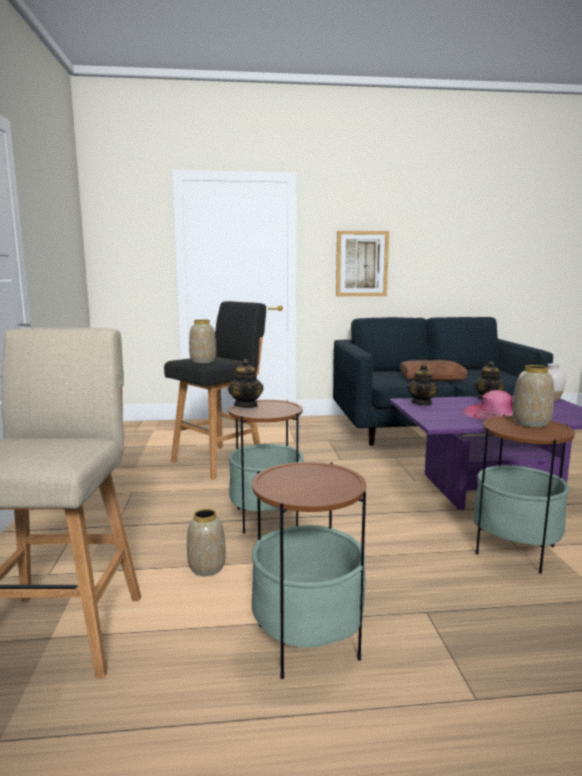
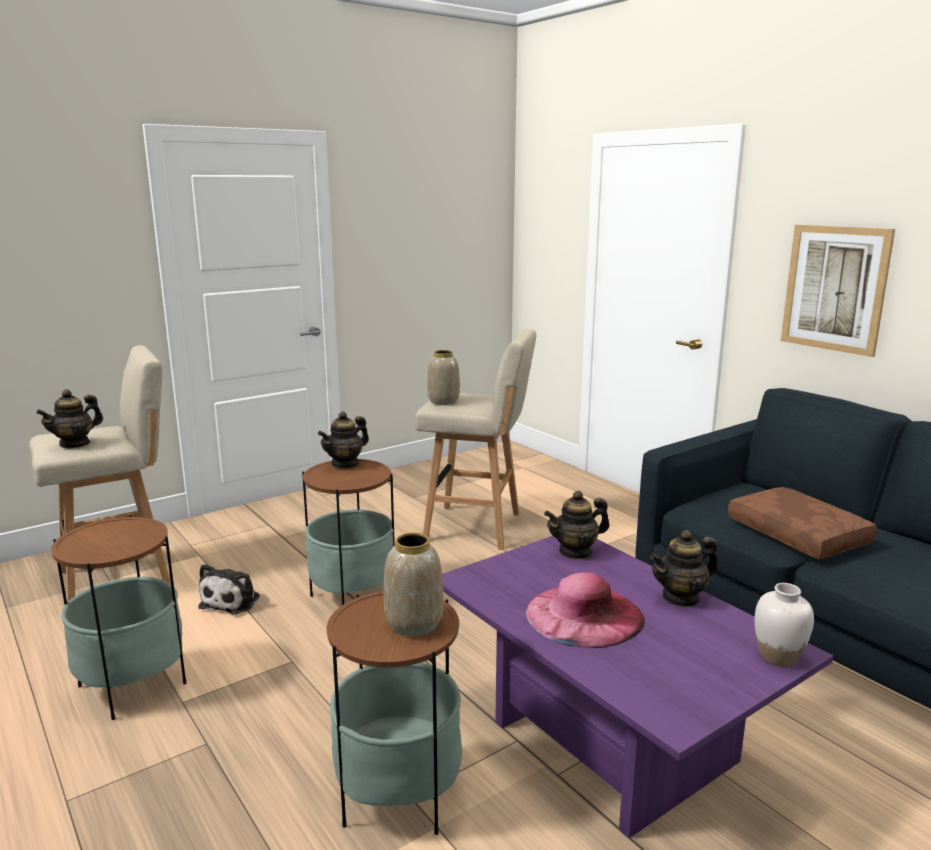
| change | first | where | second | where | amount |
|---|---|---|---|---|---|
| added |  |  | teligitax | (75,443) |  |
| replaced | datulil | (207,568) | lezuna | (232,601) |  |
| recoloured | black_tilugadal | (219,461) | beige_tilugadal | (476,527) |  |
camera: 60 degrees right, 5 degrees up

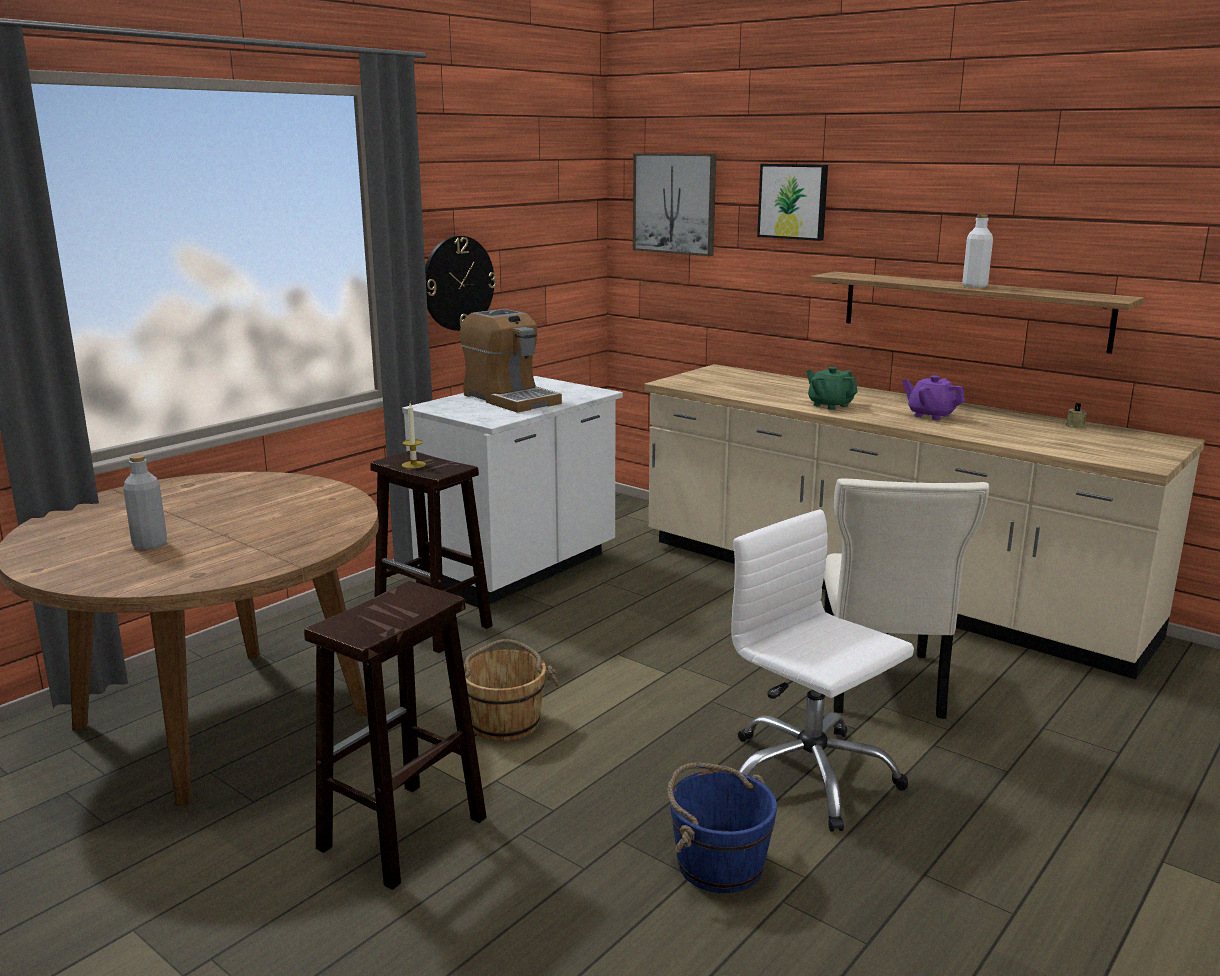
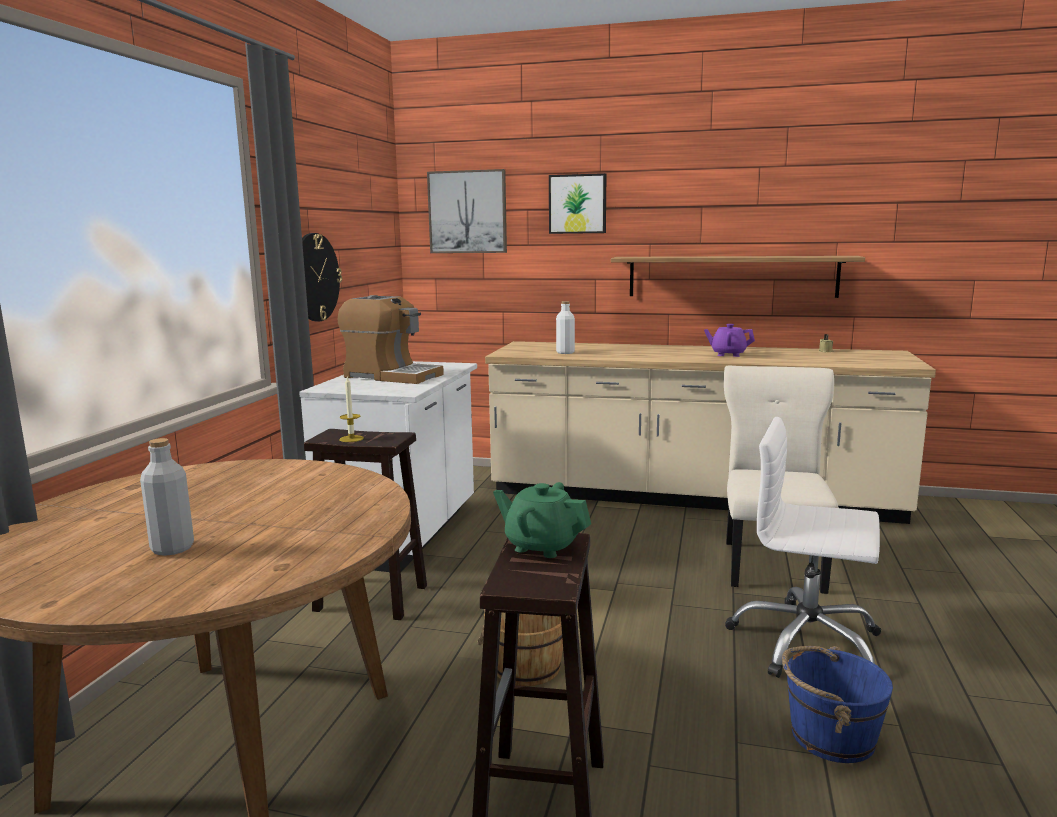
| change | first | where | second | where | amount |
|---|---|---|---|---|---|
| moved | green_teligitax | (830,405) |  | (541,546) |  |
| moved | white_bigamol | (974,286) |  | (565,352) |  |
| turned | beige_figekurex | (880,686) |  | (772,564) | 150 degrees counterclockwise |
camera: 25 degrees left, 5 degrees down

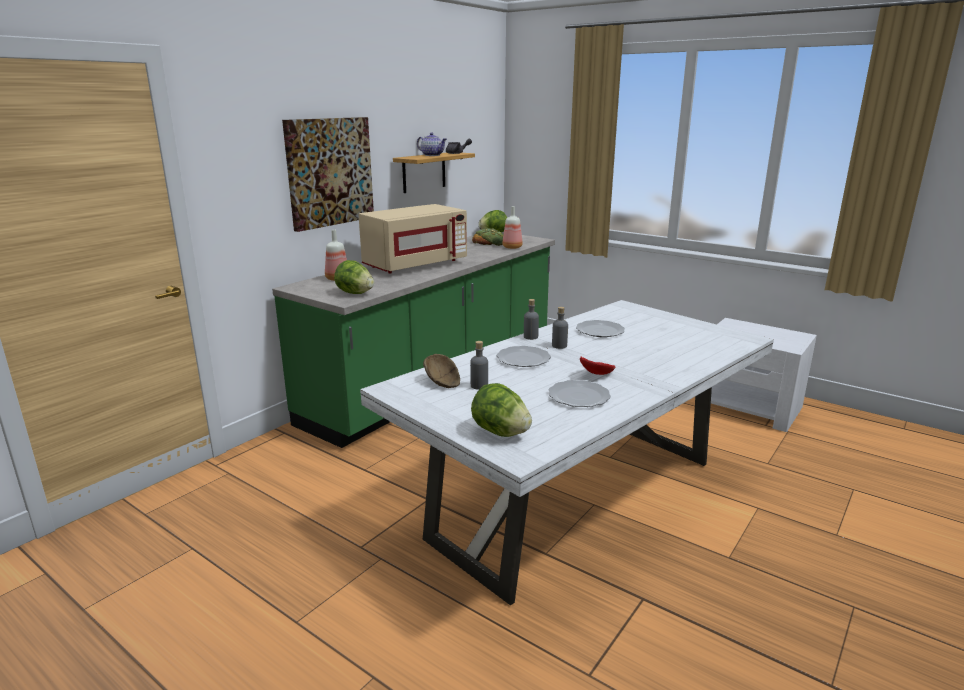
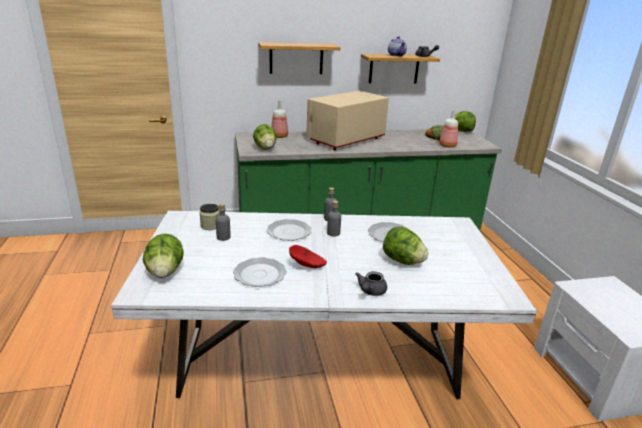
| change | first | where | second | where | amount |
|---|---|---|---|---|---|
| replaced | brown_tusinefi | (442,382) | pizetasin | (210,225) |  |
| replaced | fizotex | (329,172) | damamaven | (296,58) |  |
| turned | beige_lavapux | (415,264) |  | (346,140) | 135 degrees clockwise |
| added |  |  | grey_teligitax | (370,291) |  |
| added |  |  | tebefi | (402,261) |  |
camera: 40 degrees right, 5 degrees up

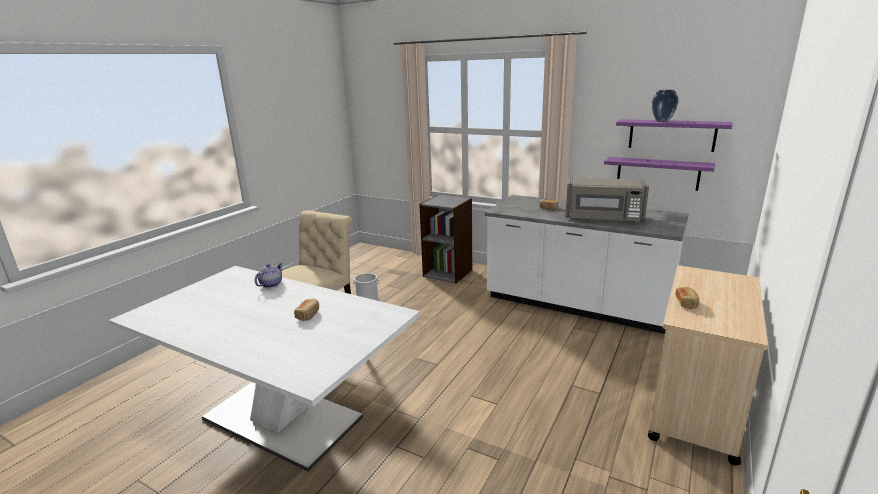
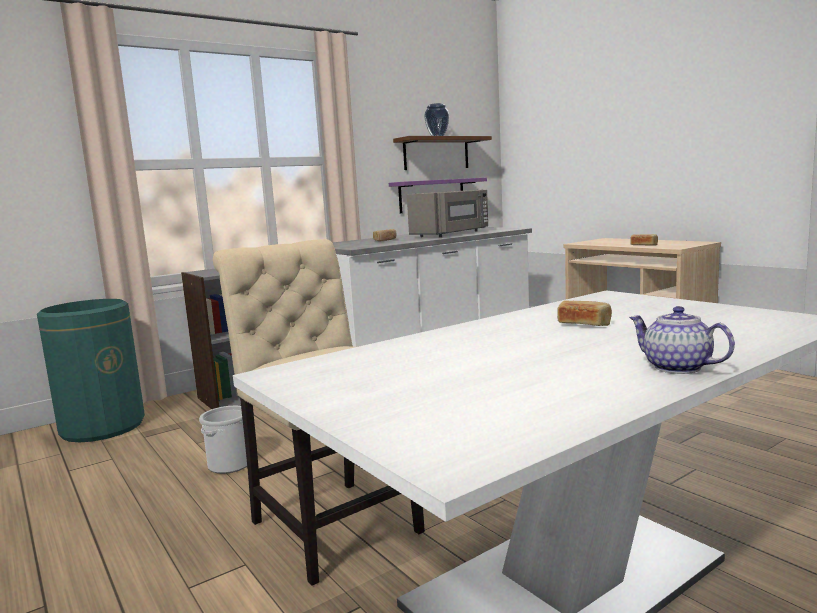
| change | first | where | second | where | amount |
|---|---|---|---|---|---|
| added |  |  | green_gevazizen | (103,427) |  |
| recoloured | purple_damamaven | (671,135) | brown_damamaven | (436,153) |  |
| moved | teligitax | (271,284) |  | (676,367) |  |
camera: 65 degrees left, 10 degrees down

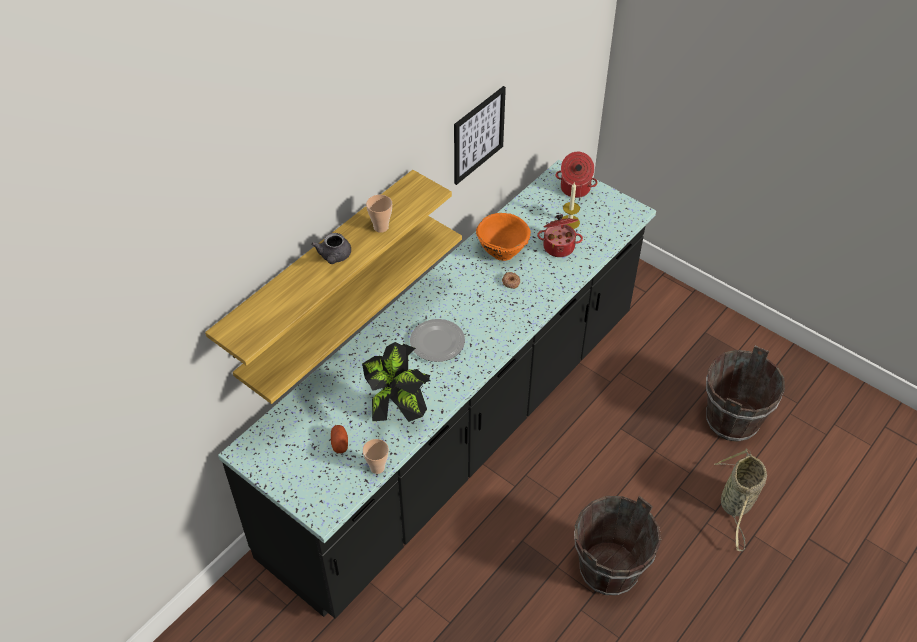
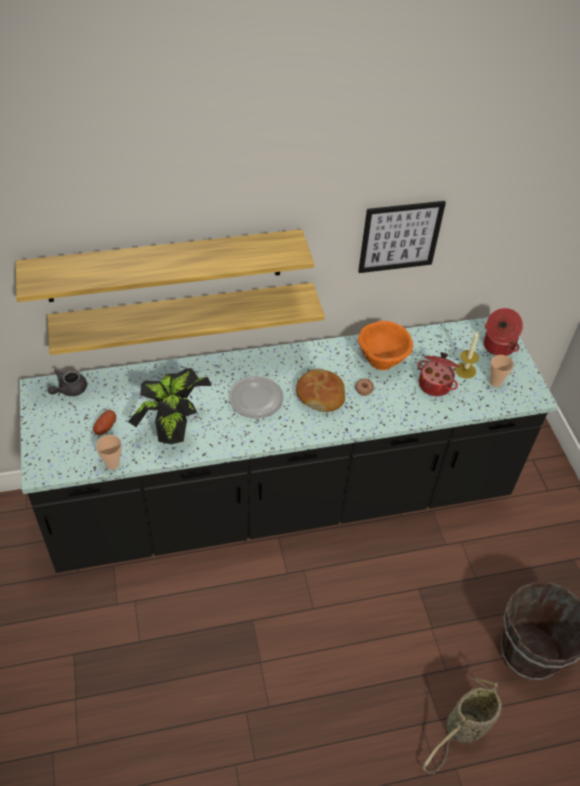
| change | first | where | second | where | amount |
|---|---|---|---|---|---|
| moved | grey_teligitax | (334,257) |  | (69,390) |  |
| added |  |  | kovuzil | (320,395) |  |
| moved | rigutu | (381,227) |  | (495,382) |  |
| removed | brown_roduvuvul | (609,570) |  |  |  |
camera: 35 degrees right, 0 degrees up

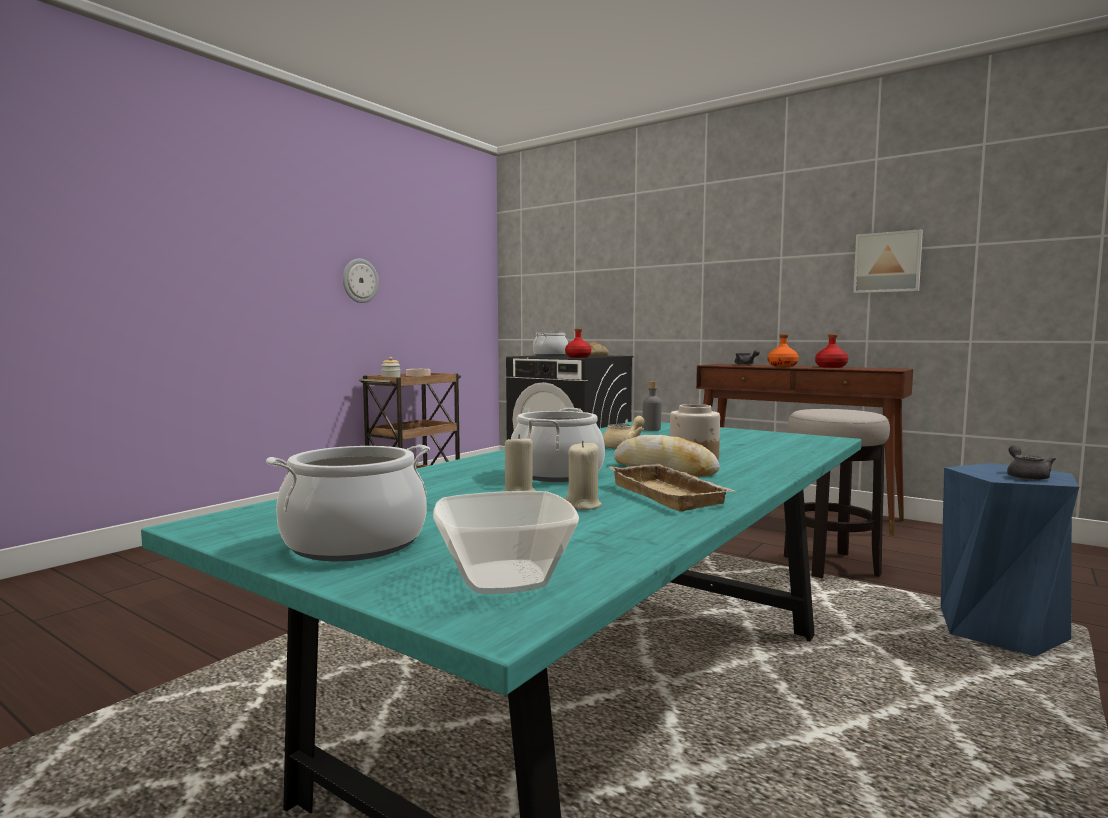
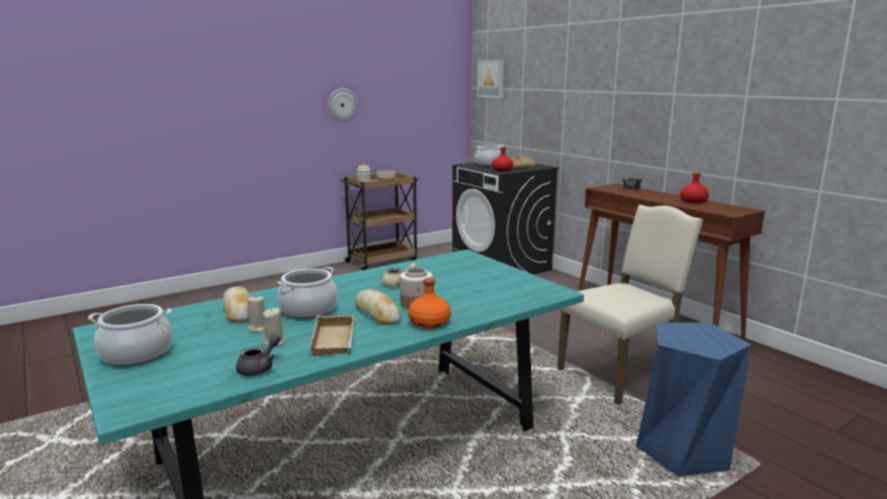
| change | first | where | second | where | amount |
|---|---|---|---|---|---|
| added |  |  | kovuzil | (238,311) |  |
| moved | grey_teligitax | (1026,476) |  | (260,368) |  |
| moved | orange_bigamol | (782,366) |  | (429,322) |  |
| moved | fizotex | (887,262) |  | (491,78) |  |
| replaced | tilugadal | (831,565) | beige_figekurex | (620,374) |  |
| removed | tusinefi | (503,579) |  |  |  |
| removed | grey_bigamol | (651,429) |  |  |  |
camera: 20 degrees right, 10 degrees up

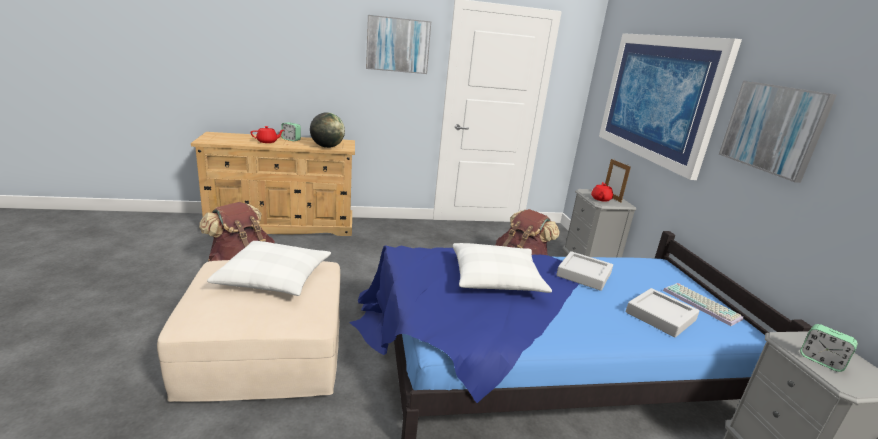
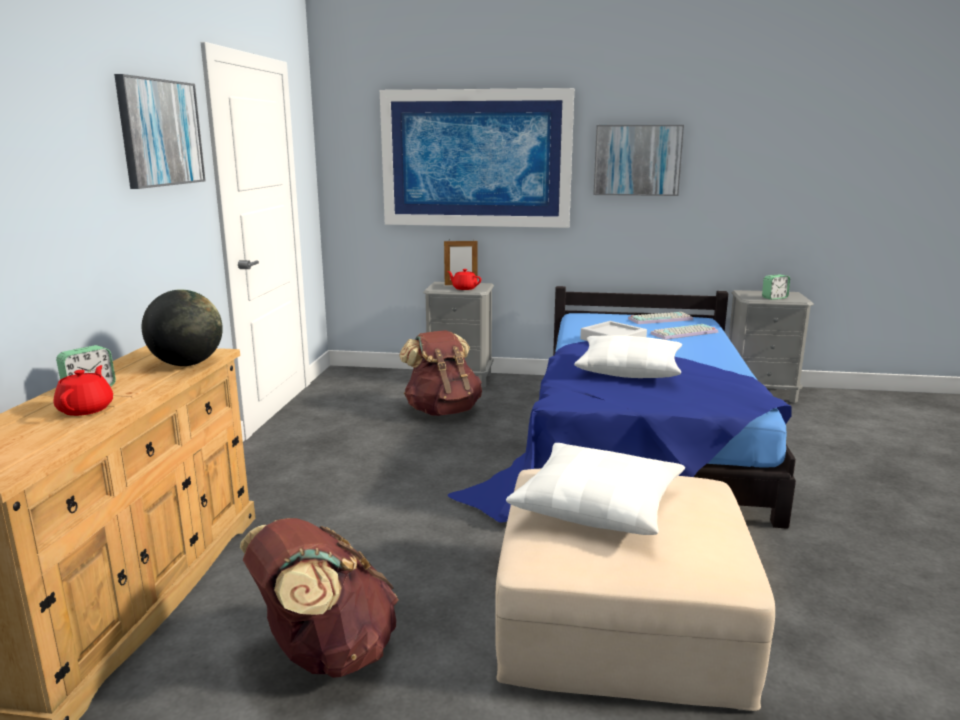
| change | first | where | second | where | amount |
|---|---|---|---|---|---|
| replaced | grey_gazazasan | (660,316) | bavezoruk | (684,333) |  |
camera: 70 degrees left, 5 degrees down

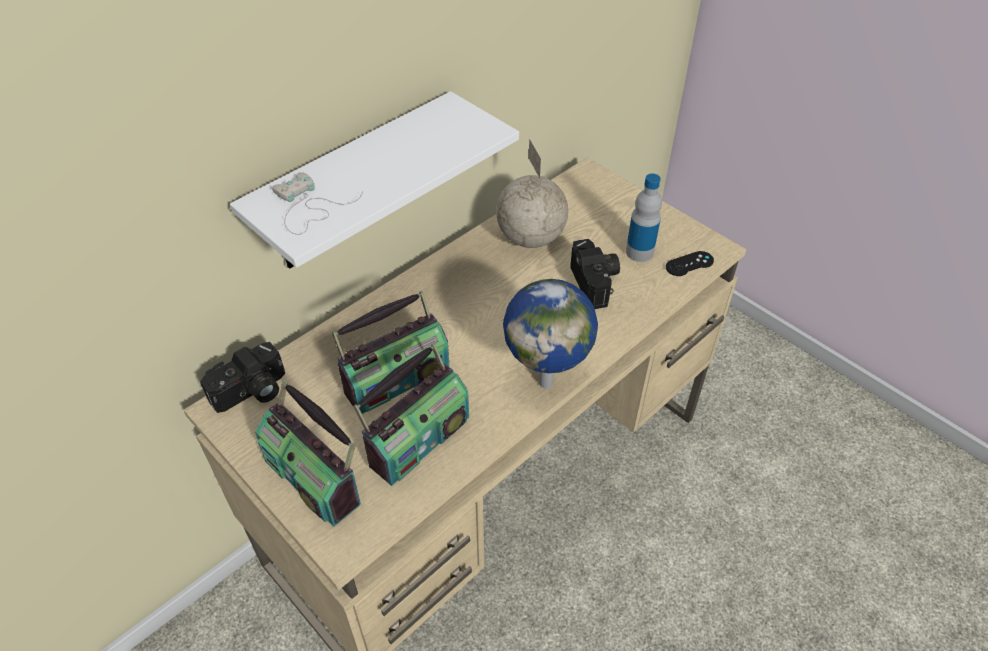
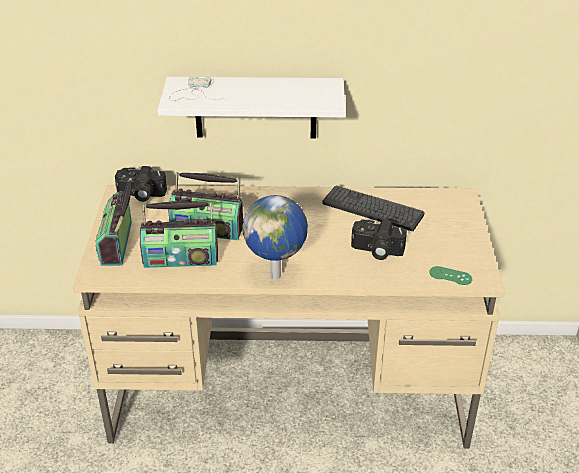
| change | first | where | second | where | amount |
|---|---|---|---|---|---|
| replaced | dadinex | (531,238) | bavezoruk | (372,209) |  |
| turned | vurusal | (596,283) |  | (376,251) | 75 degrees clockwise |
| recoloured | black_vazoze | (689,264) | green_vazoze | (450,276) |  |
| removed | bigamol | (639,252) |  |  |  |
camera: 45 degrees right, 10 degrees down

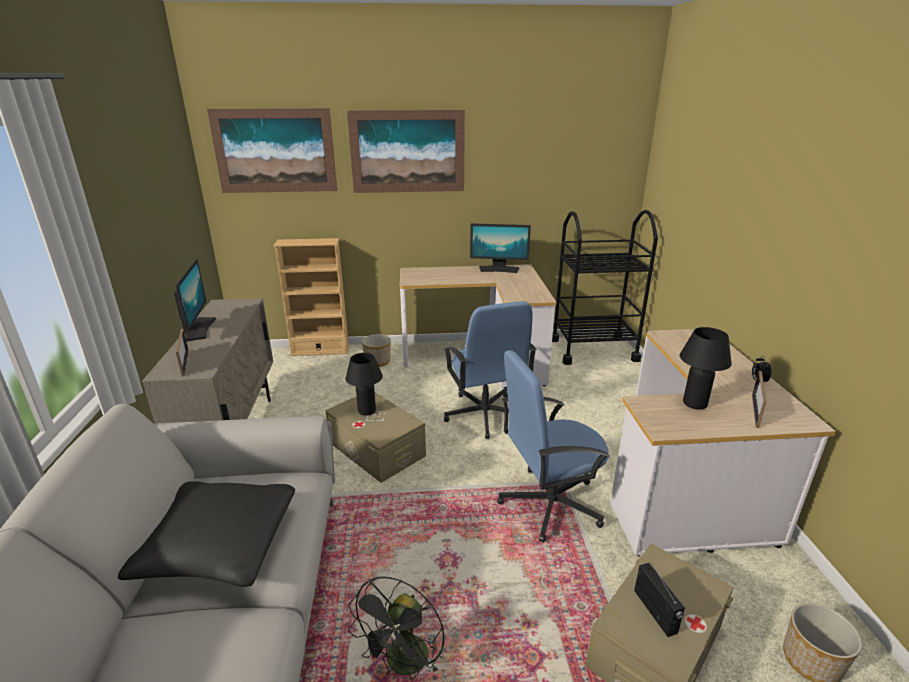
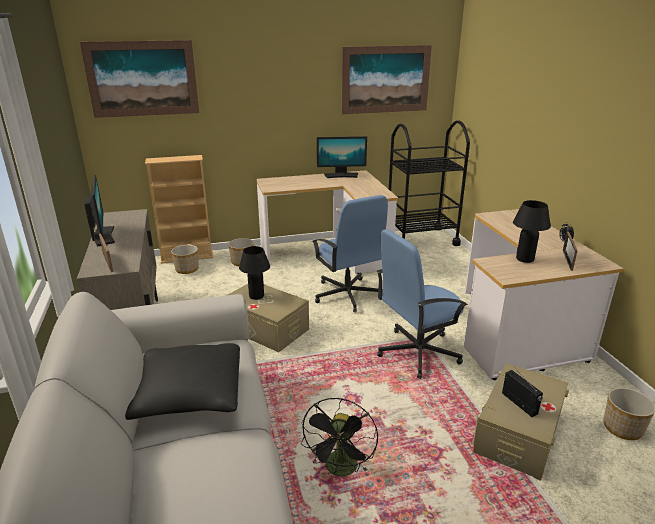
| change | first | where | second | where | amount |
|---|---|---|---|---|---|
| added |  |  | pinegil | (187,269) |  |
| moved | fizotex | (407,152) |  | (385,79) |  |
camera: 10 degrees left, 0 degrees up

